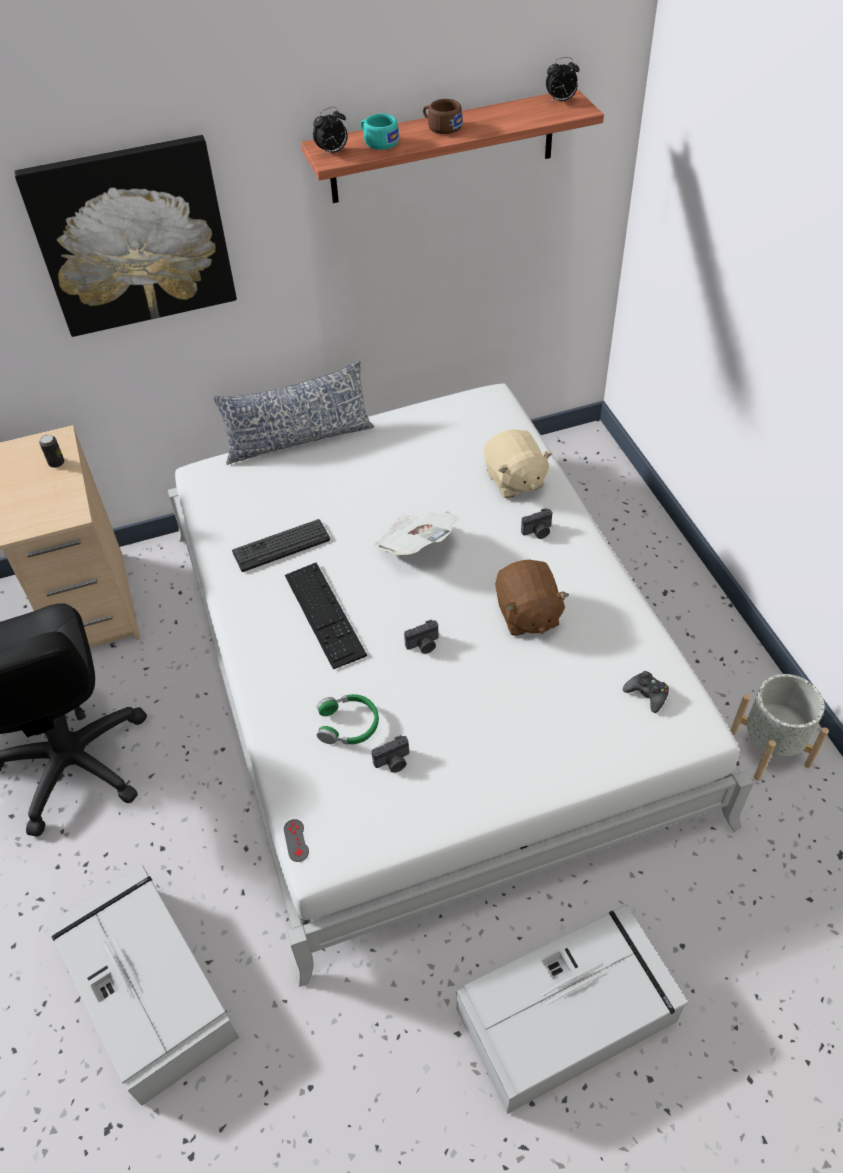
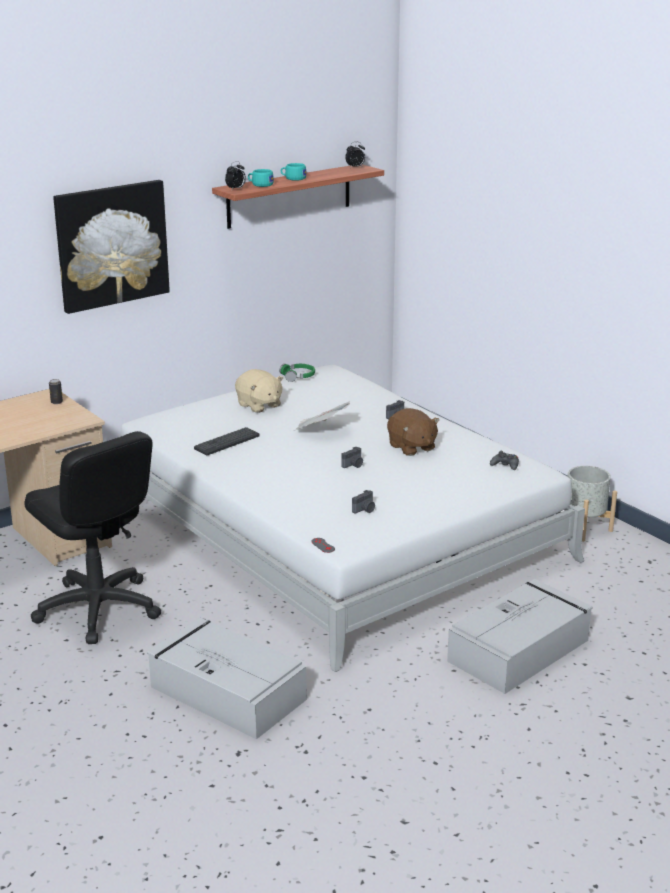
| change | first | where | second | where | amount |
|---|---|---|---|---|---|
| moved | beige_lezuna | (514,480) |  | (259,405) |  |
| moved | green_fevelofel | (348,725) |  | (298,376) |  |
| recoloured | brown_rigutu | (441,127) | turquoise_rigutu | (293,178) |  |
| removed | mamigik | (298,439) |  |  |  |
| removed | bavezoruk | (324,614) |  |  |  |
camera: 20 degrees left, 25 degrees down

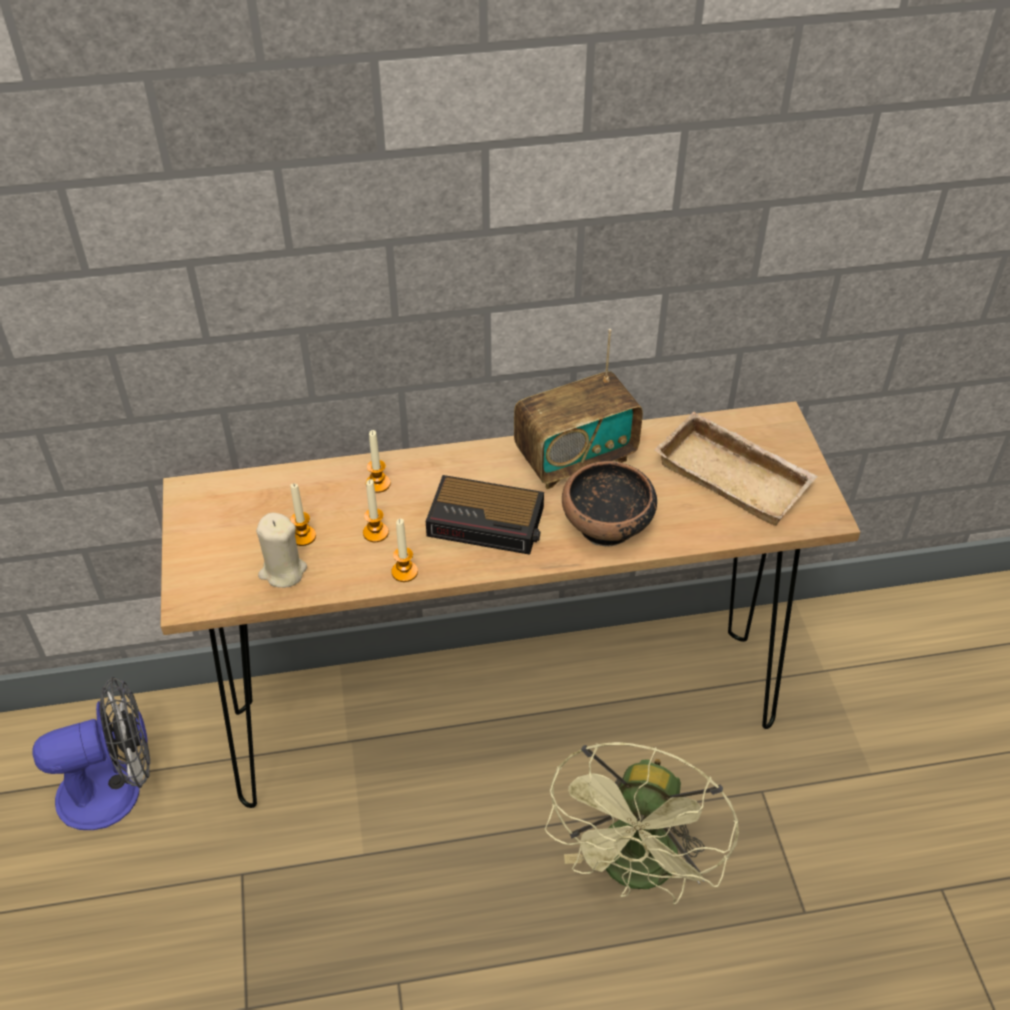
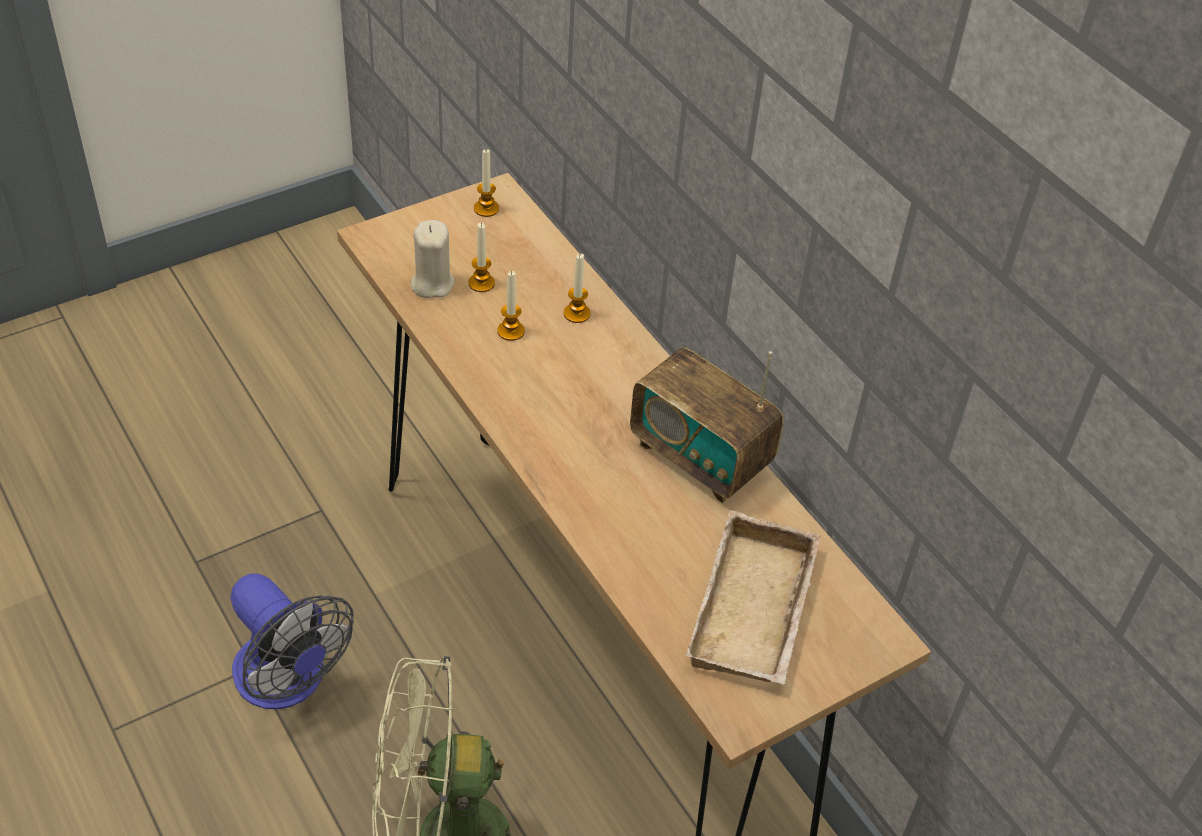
| change | first | where | second | where | amount |
|---|---|---|---|---|---|
| moved | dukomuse | (114,789) |  | (288,682) |  |
| moved | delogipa | (404,572) |  | (486,209) |  |
| removed | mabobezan | (488,522) |  |  |  |
| removed | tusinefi | (607,525) |  |  |  |
camera: 65 degrees right, 0 degrees up

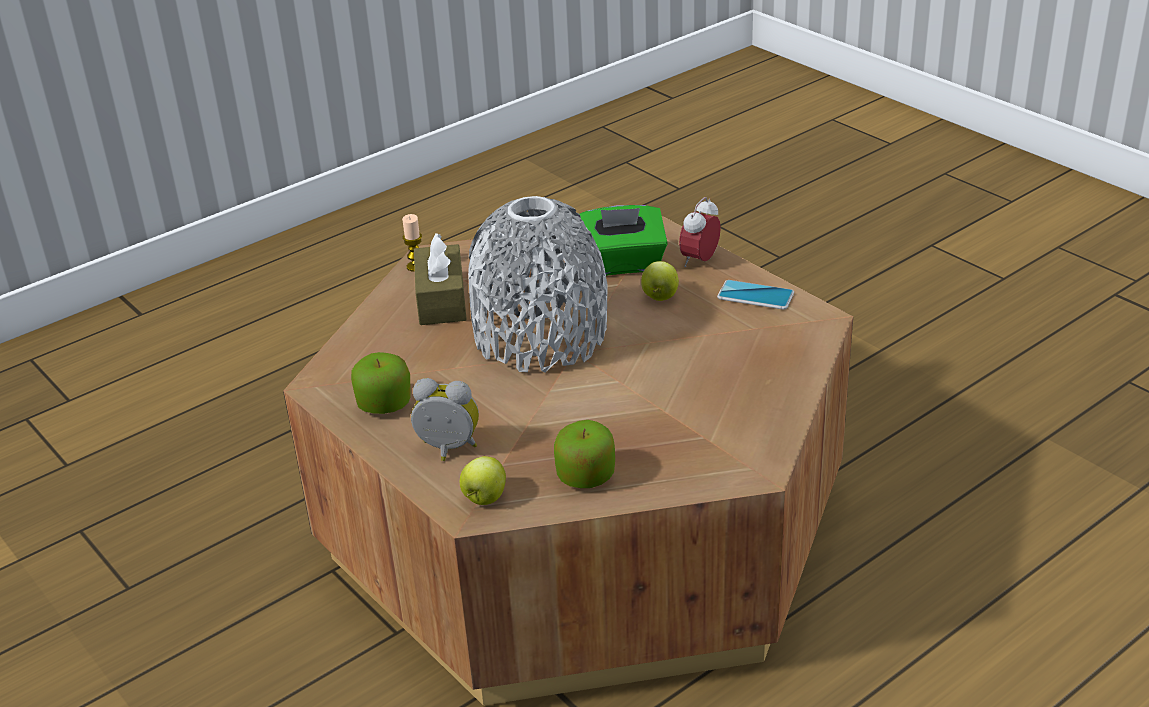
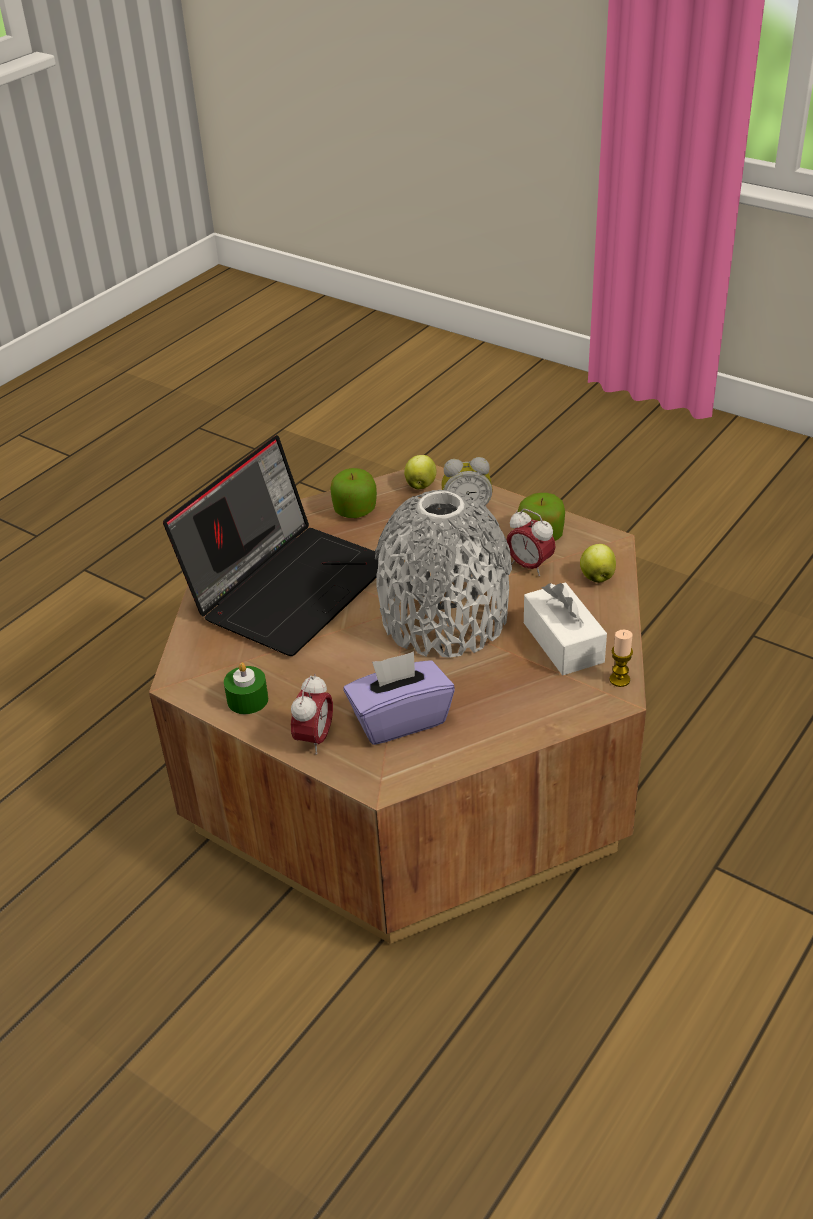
| change | first | where | second | where | amount |
|---|---|---|---|---|---|
| added |  |  | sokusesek | (289,585) |  |
| replaced | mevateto | (755,296) | green_delogipa | (247,700) |  |
| recoloured | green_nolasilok | (621,264) | purple_nolasilok | (399,719) |  |
| added |  |  | mabobezan | (529,566) |  |
| recoloured | brown_nolasilok | (441,300) | white_nolasilok | (563,642) |  |
| moved | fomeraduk | (660,297) |  | (597,577) |  |
camera: 165 degrees right, 5 degrees up

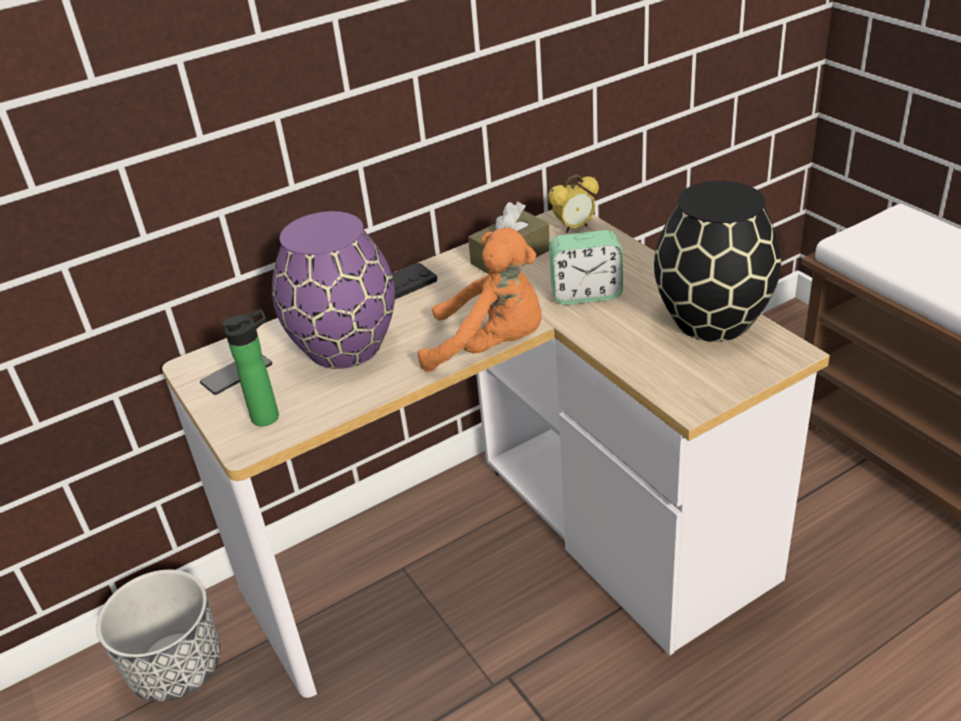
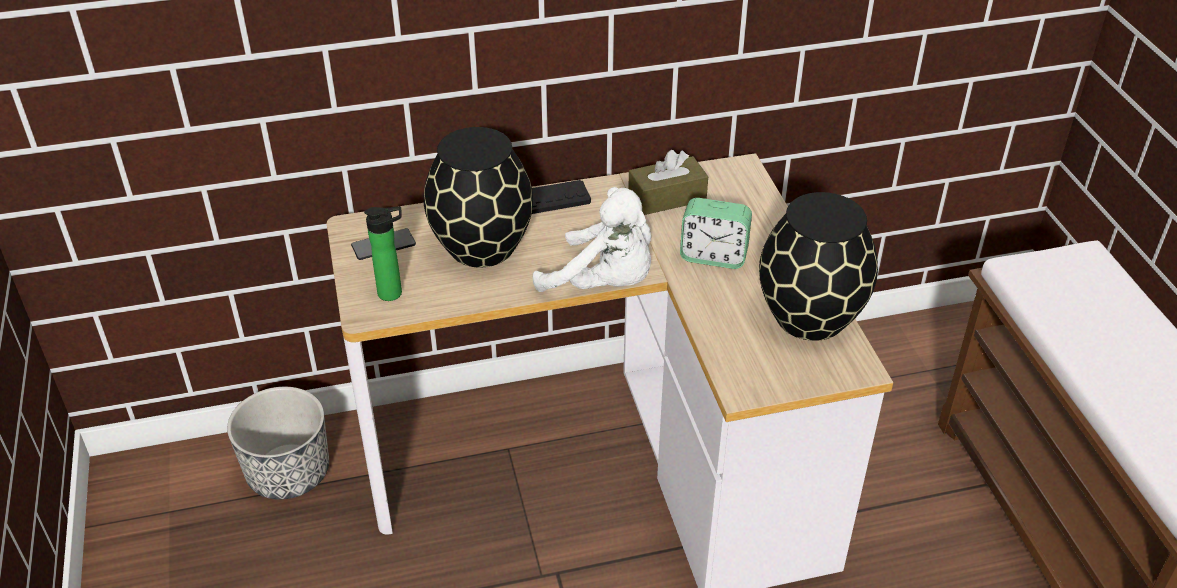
| change | first | where | second | where | amount |
|---|---|---|---|---|---|
| recoloured | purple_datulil | (344,346) | black_datulil | (481,246) |  |
| recoloured | orange_lezuna | (491,346) | white_lezuna | (604,283) |  |
| removed | mabobezan | (574,227) |  |  |  |
camera: 15 degrees right, 5 degrees up

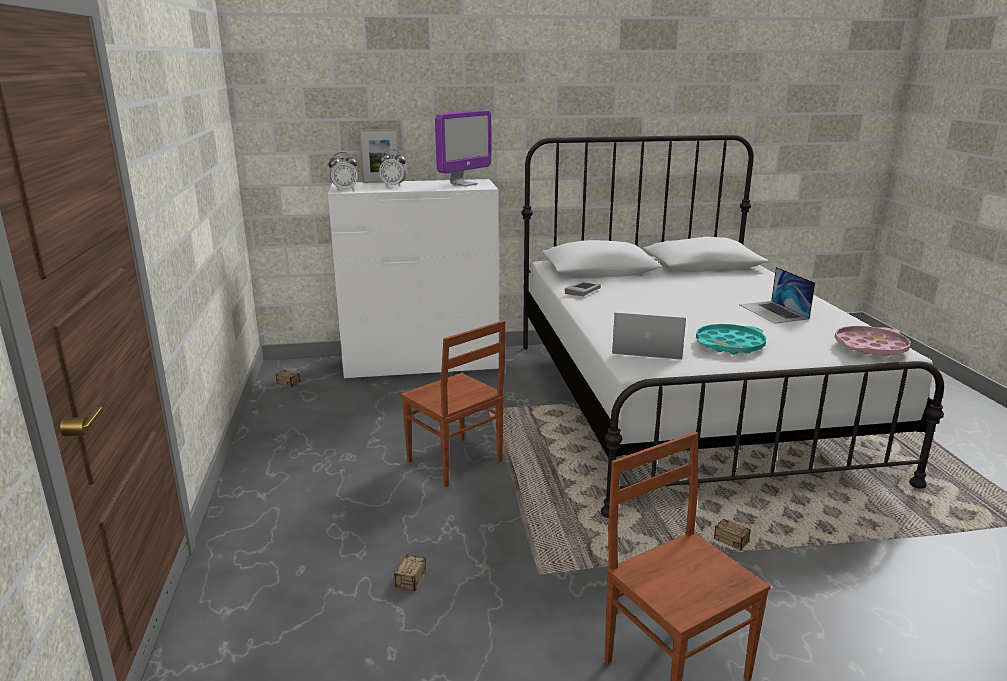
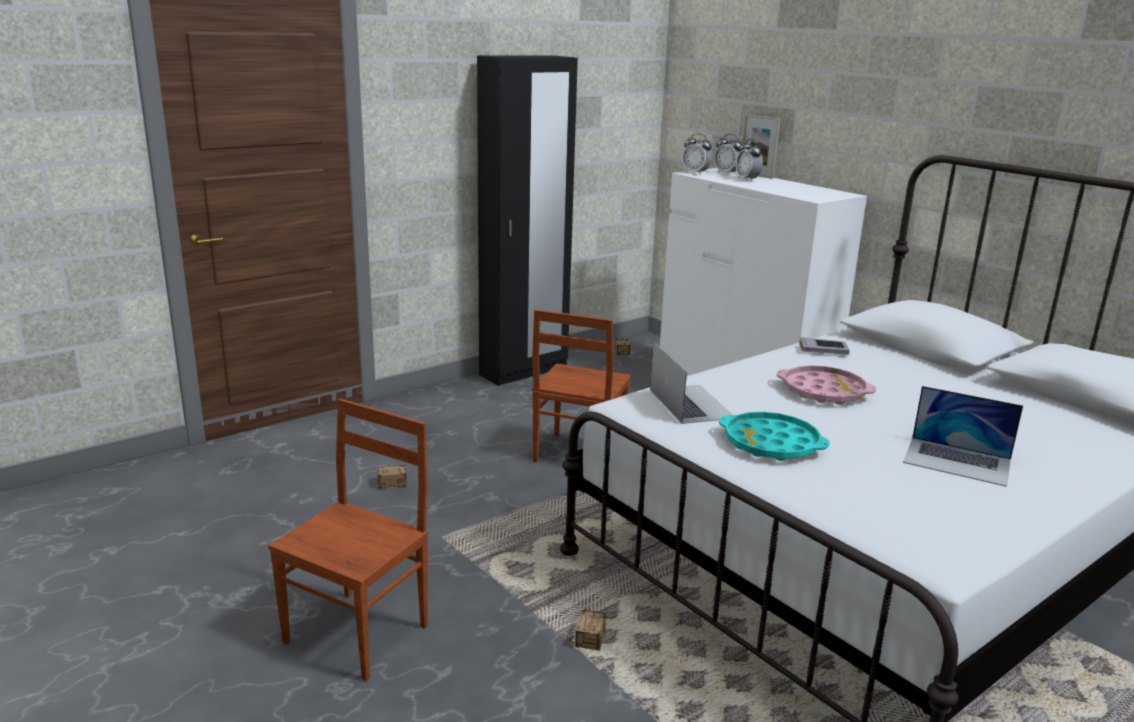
| change | first | where | second | where | amount |
|---|---|---|---|---|---|
| added |  |  | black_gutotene | (524,371) |  |
| added |  |  | mabobezan | (727,173) |  |
| moved | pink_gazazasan | (870,347) |  | (823,392) |  |
| turned | sokusesek | (773,312) |  | (957,461) | 105 degrees counterclockwise |
| removed | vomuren | (463,184) |  |  |  |
camera: 60 degrees right, 0 degrees up

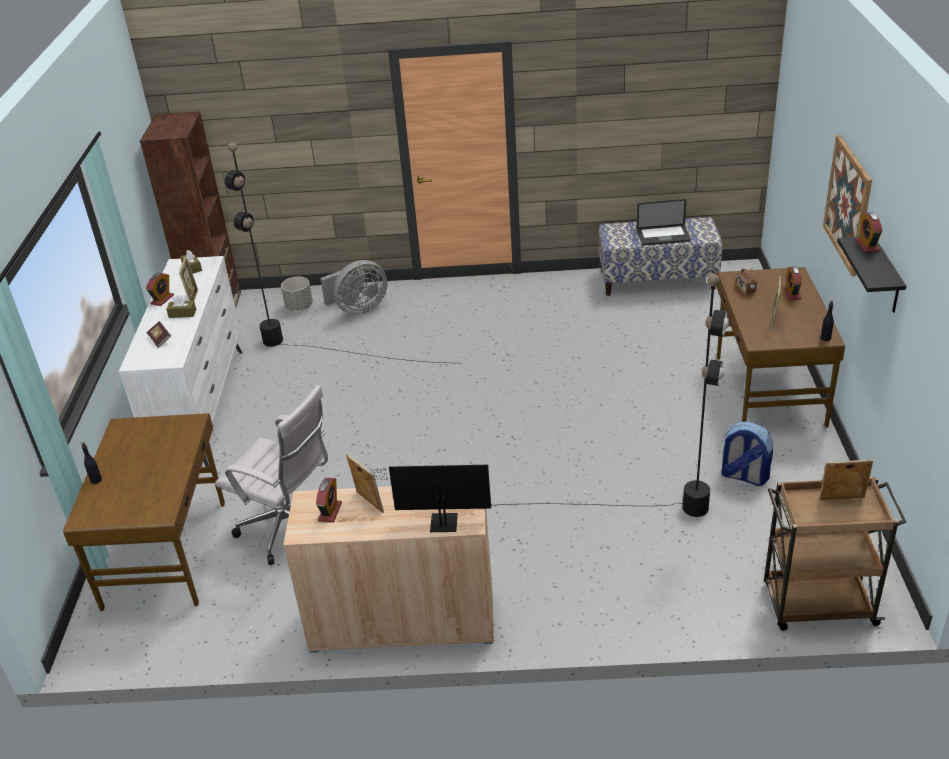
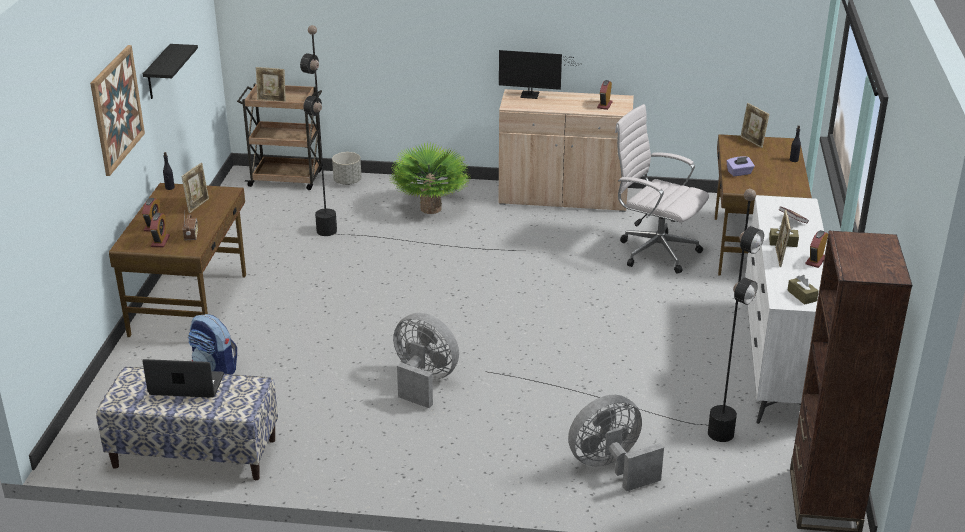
| change | first | where | second | where | amount |
|---|---|---|---|---|---|
| moved | mabobezan | (867,246) |  | (160,241) |  |
| moved | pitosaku | (743,476) |  | (215,370) |  |
| moved | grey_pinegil | (299,306) |  | (347,181) |  |
| added |  |  | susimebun | (431,209) |  |
| added |  |  | grey_dukomuse | (423,381) |  |
| added |  |  | purple_nolasilok | (739,173) |  |
| moved | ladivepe | (368,503) |  | (752,142) |  |
camera: 175 degrees left, 5 degrees down

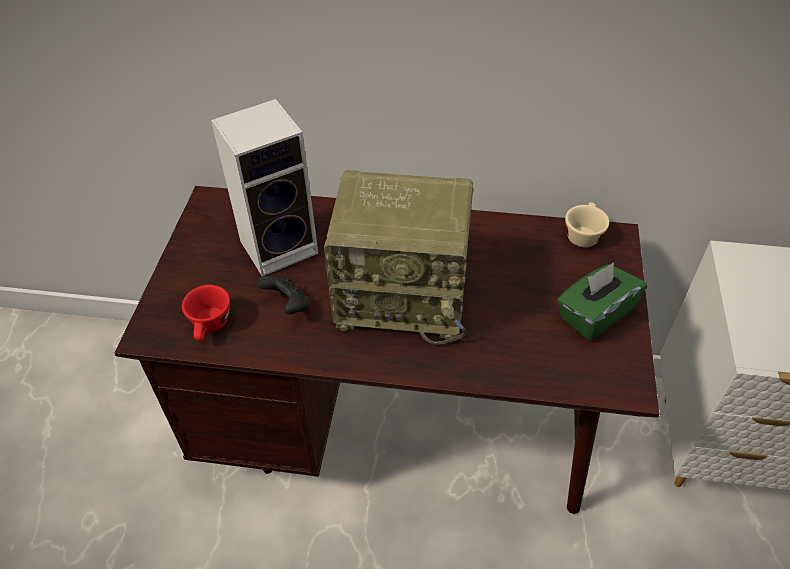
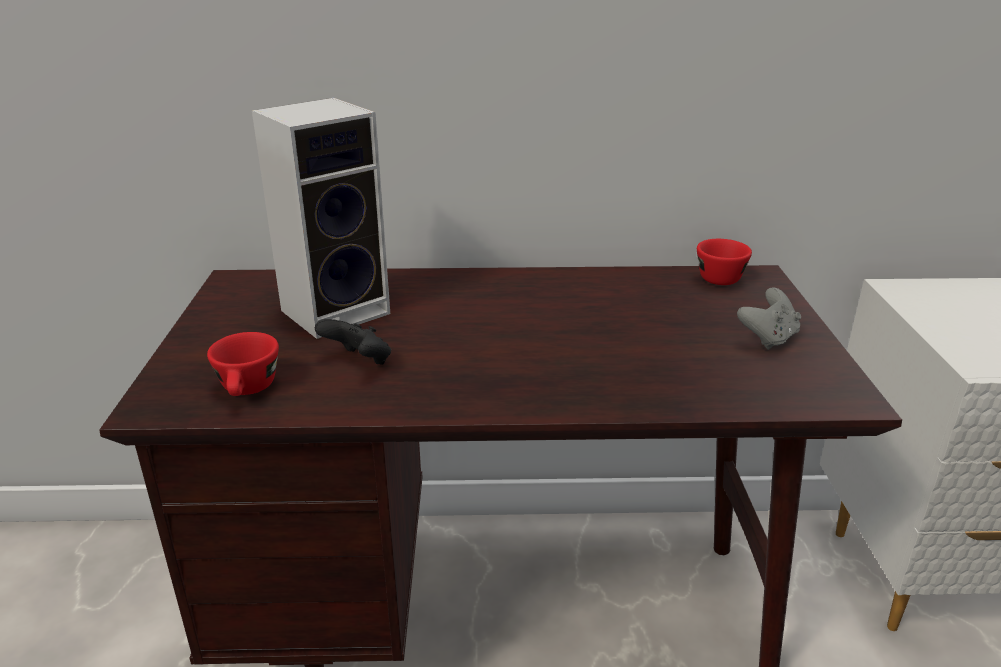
| change | first | where | second | where | amount |
|---|---|---|---|---|---|
| recoloured | beige_rigutu | (582,234) | red_rigutu | (718,276) |  |
| replaced | green_nolasilok | (594,315) | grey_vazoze | (768,338) |  |
| removed | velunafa | (404,295) |  |  |  |
camera: 10 degrees left, 20 degrees down

